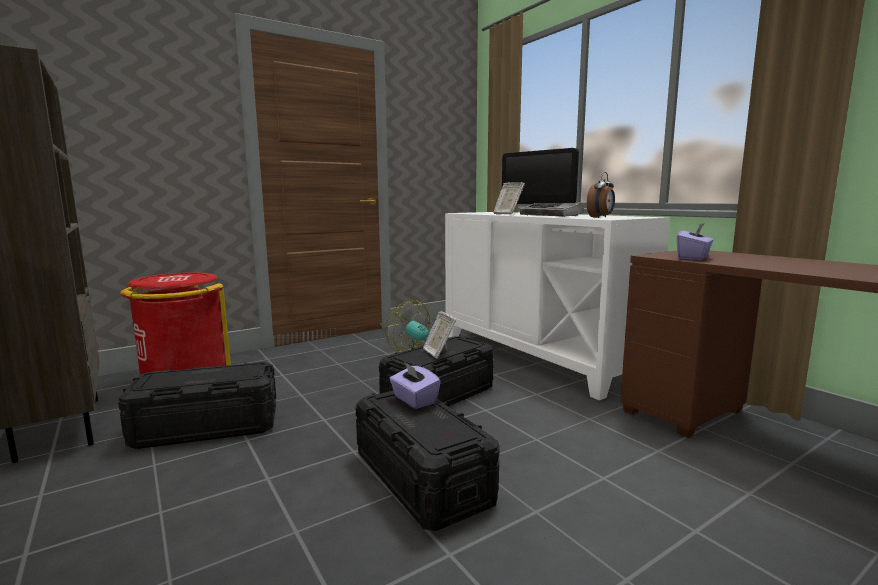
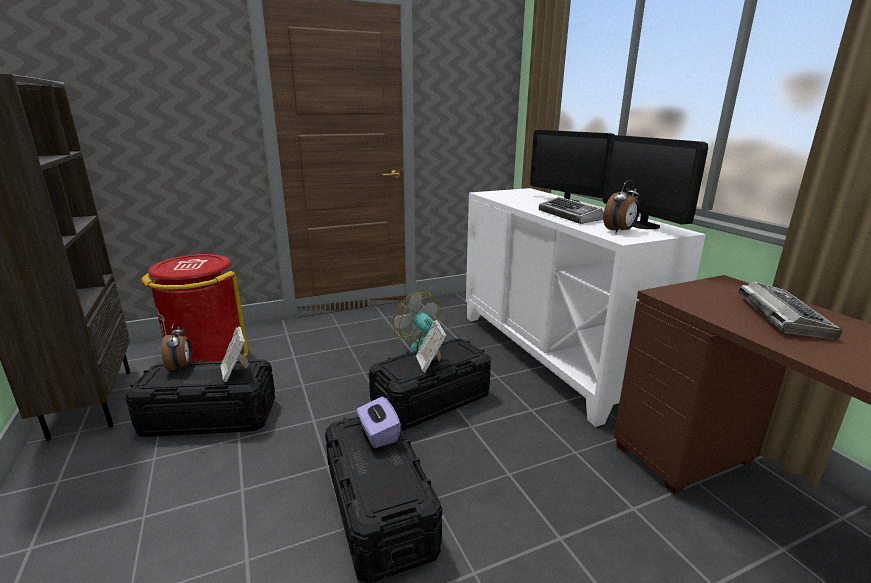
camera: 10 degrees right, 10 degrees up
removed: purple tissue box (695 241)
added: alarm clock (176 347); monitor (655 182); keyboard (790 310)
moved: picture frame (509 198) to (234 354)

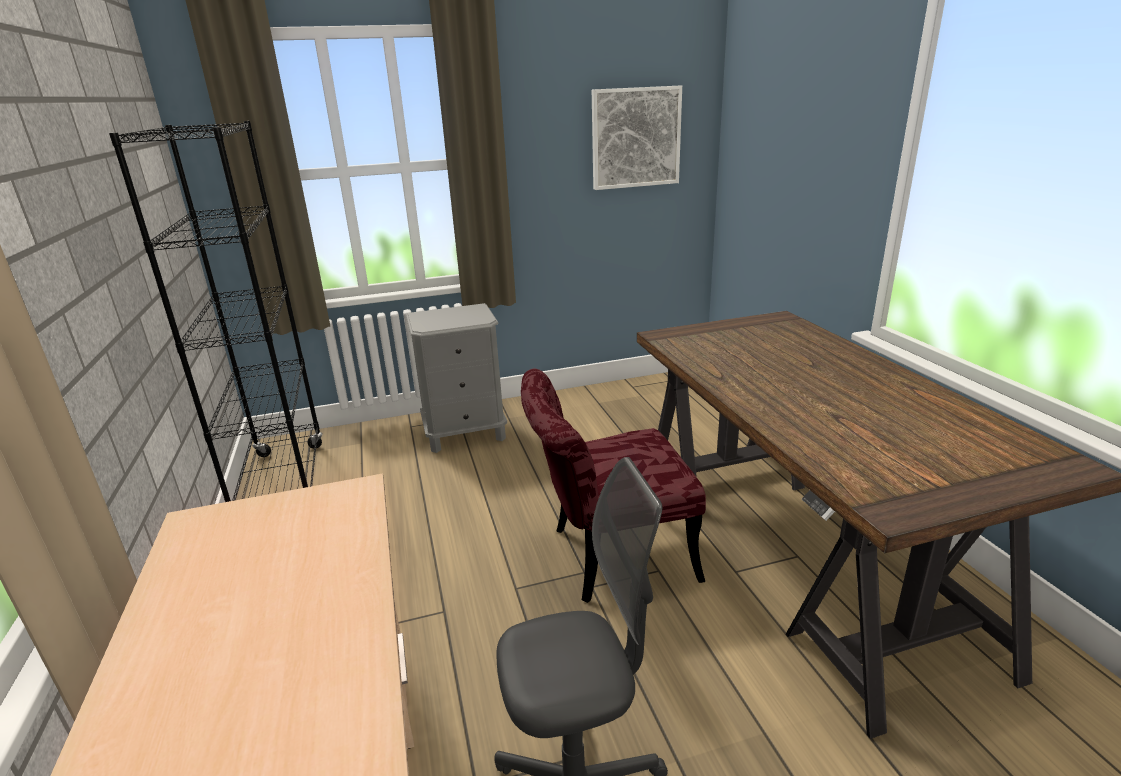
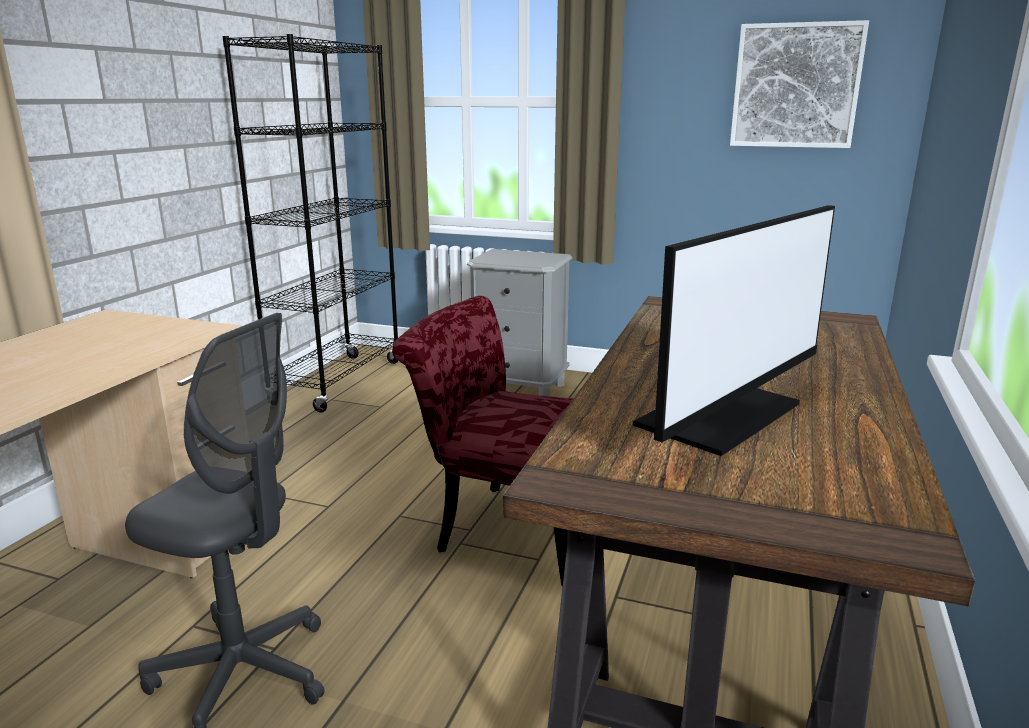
camera: 35 degrees right, 5 degrees down
added: monitor (734 330)

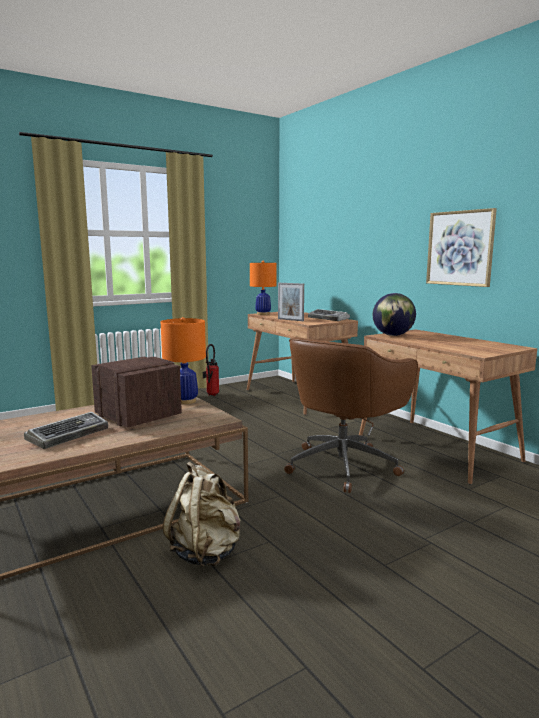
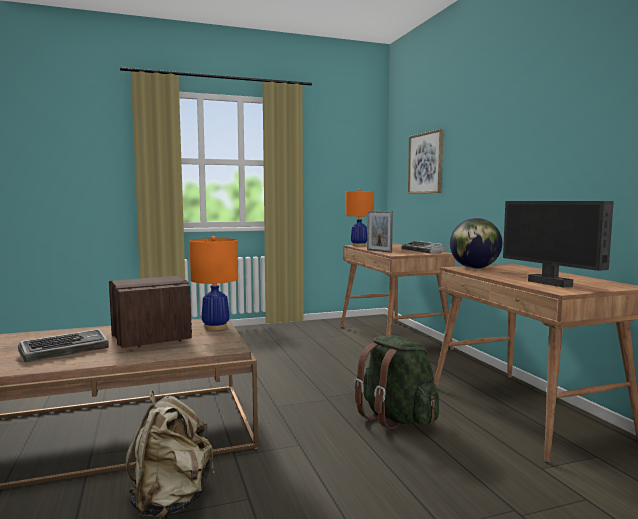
camera: 15 degrees right, 5 degrees down
removed: fire extinguisher (211 370)
added: monitor (558 244)
moved: picture (461 247) to (425 161)
replaced: brown office chair (351 415) to green backpack (396 382)

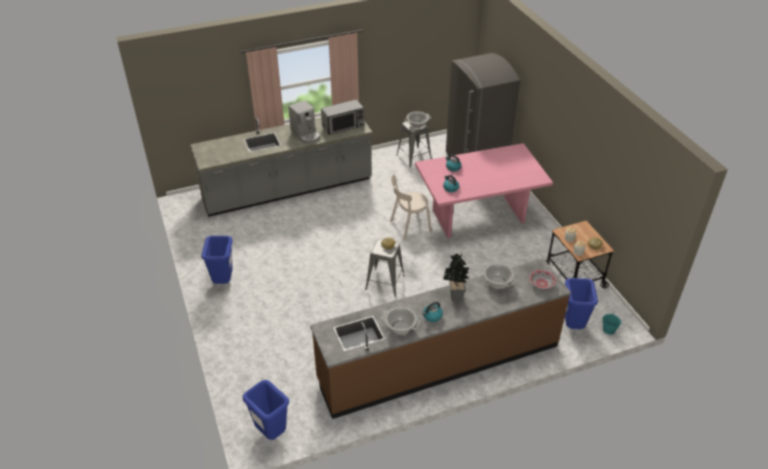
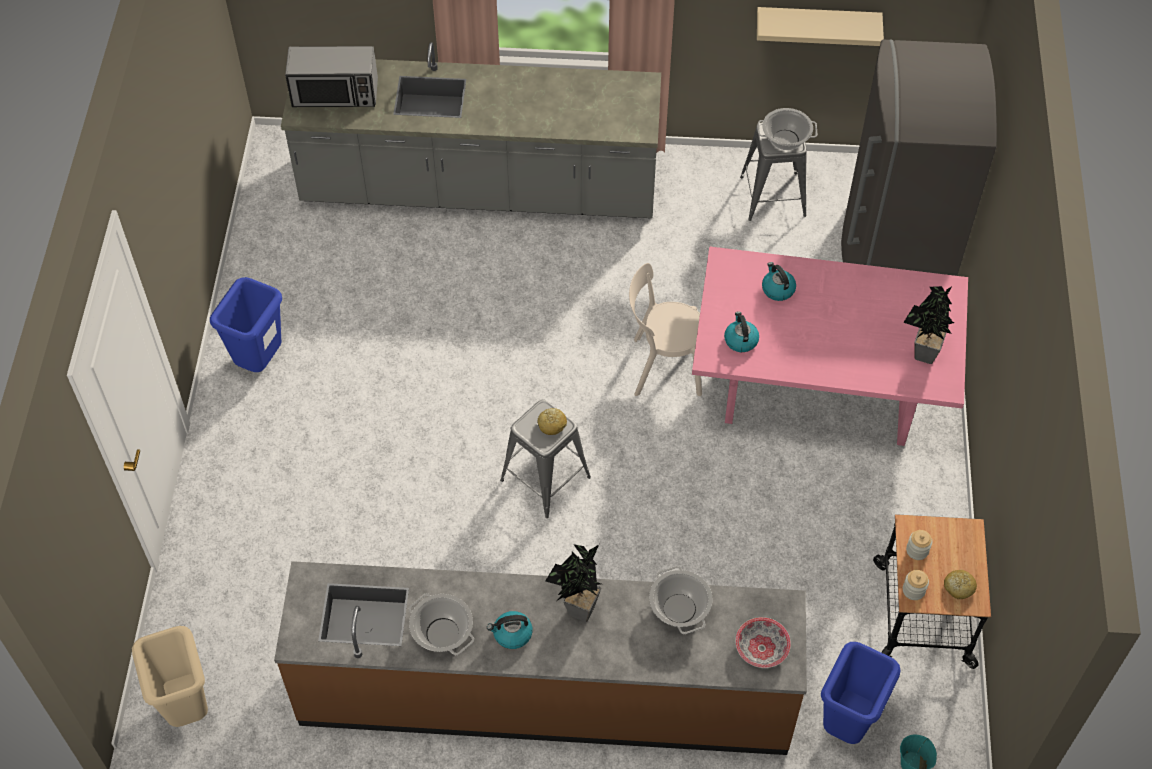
camera: 25 degrees right, 15 degrees up
removed: coffee machine (304 121)
added: beige shelf (820 26); potted plant (929 325)
moved: microwave (342 117) to (331 76)
recoloured: blue trash can (266 410) to beige trash can (170 676)

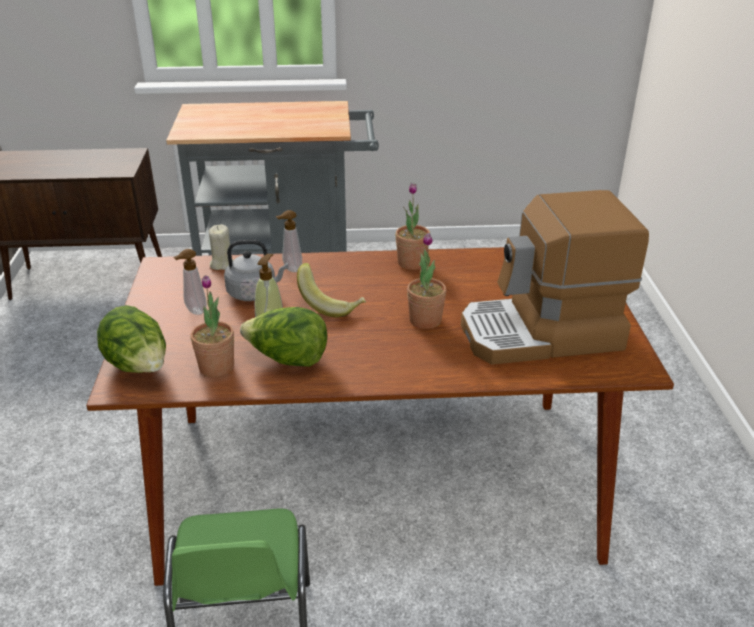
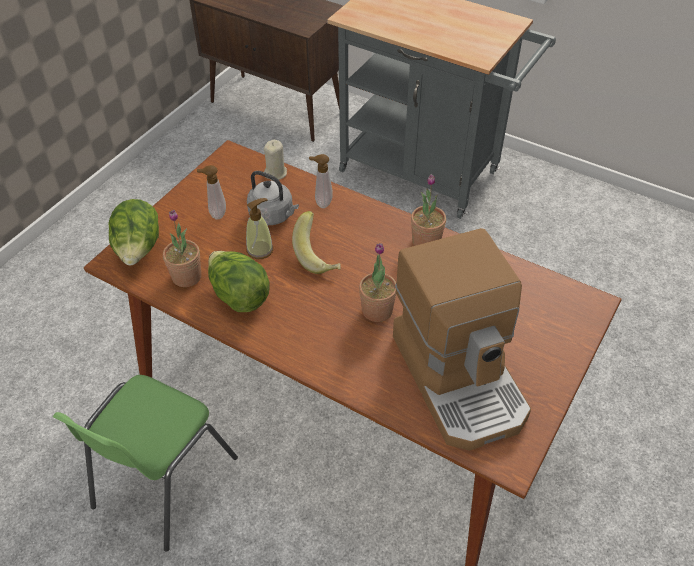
camera: 35 degrees right, 15 degrees up
turned: coffee machine (555 277) = (462 339) 135 degrees counterclockwise

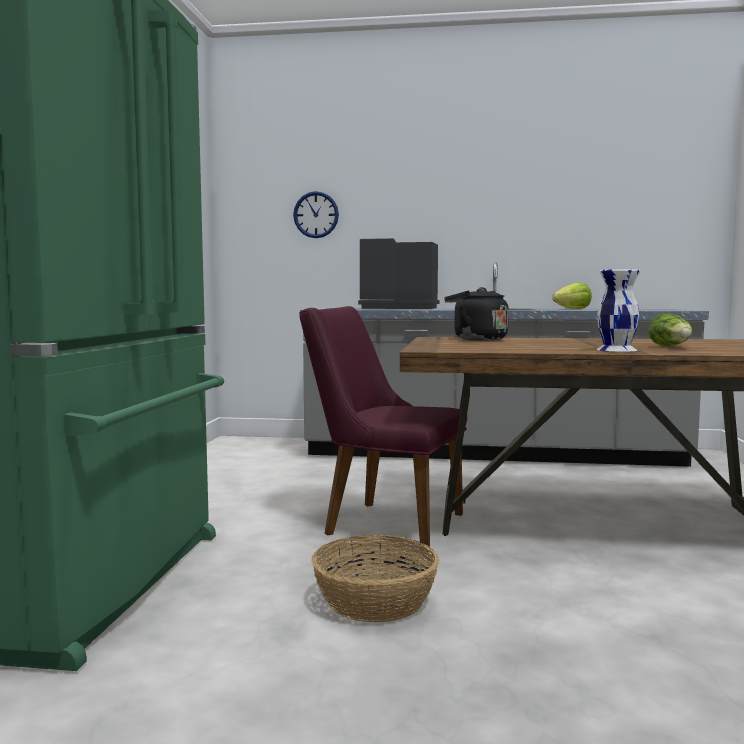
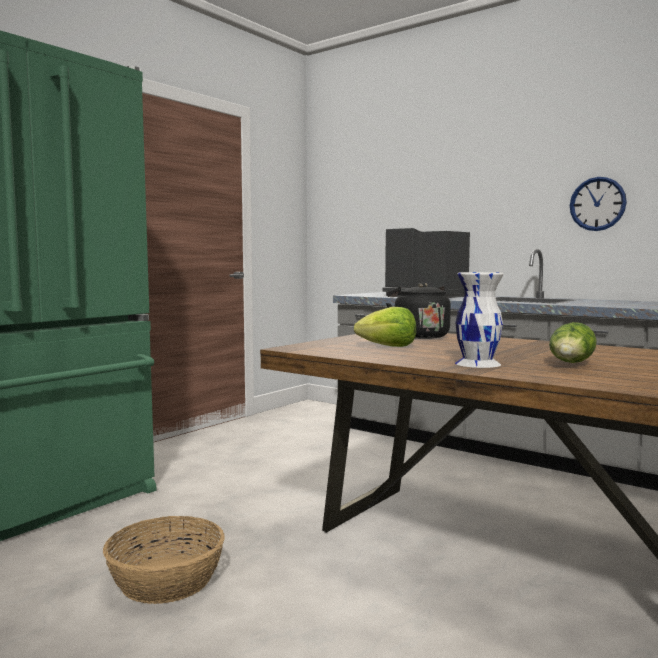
camera: 30 degrees right, 0 degrees up
removed: purple chair (383 429)
moved: lettuce (572 296) to (385 327); wall clock (316 214) to (598 204)

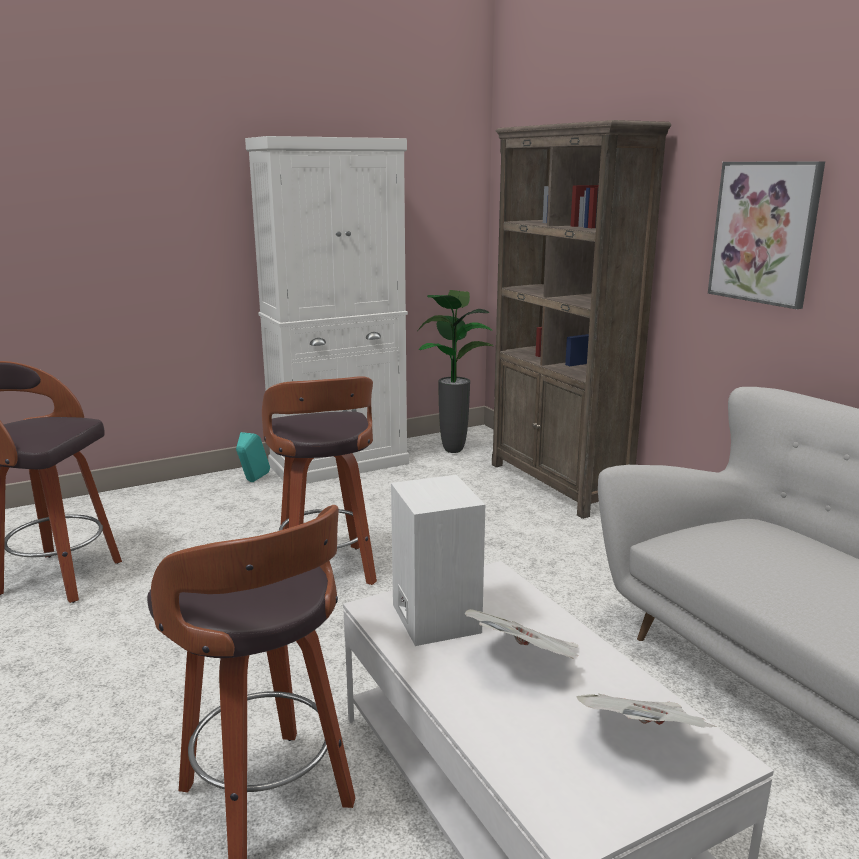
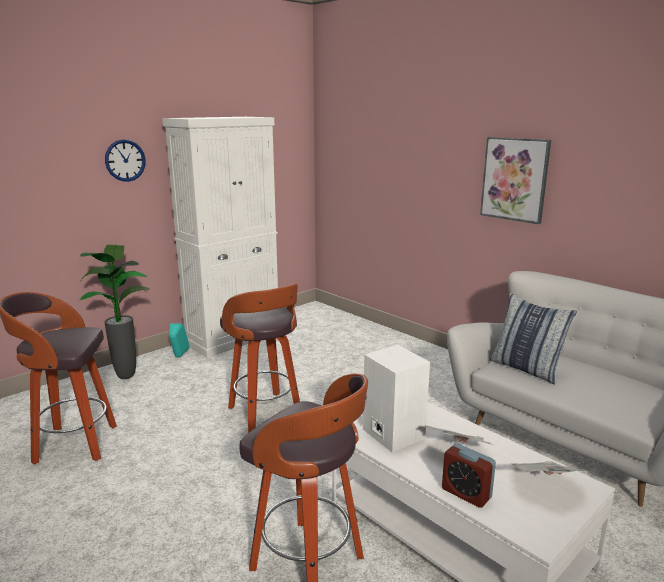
camera: 15 degrees left, 0 degrees up
removed: brown bookcase (581 319)
added: wall clock (125 161); alarm clock (469 475); pillow (533 339)
moved: potted plant (456 371) to (114 311)

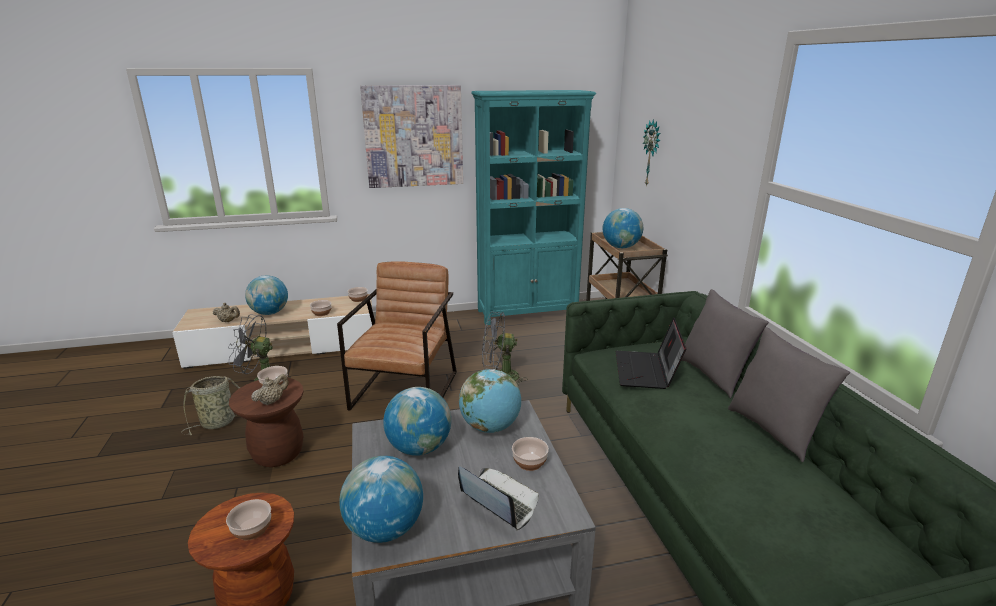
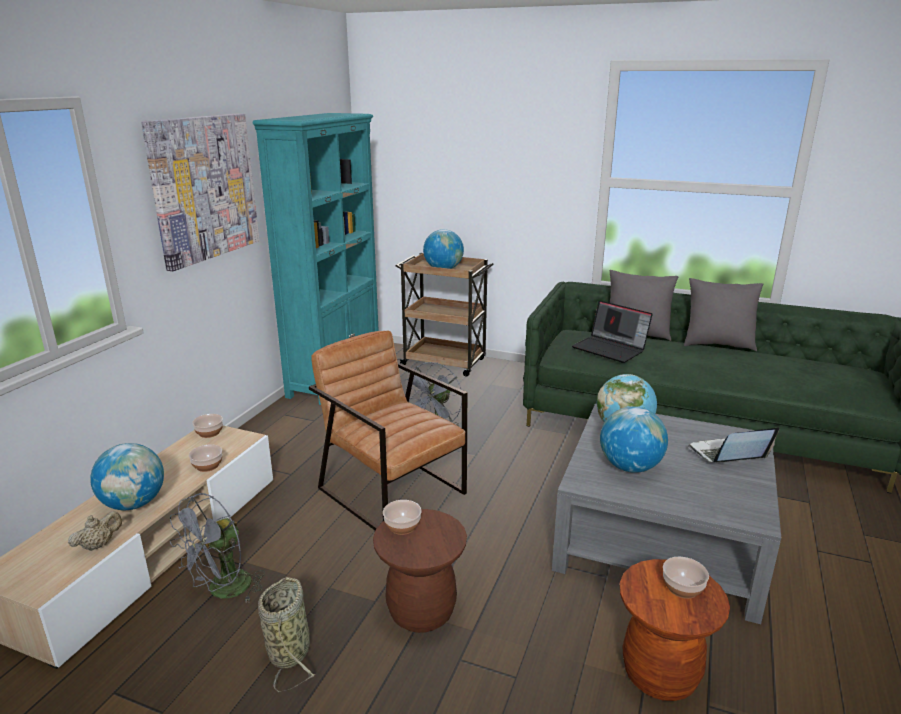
camera: 55 degrees left, 0 degrees up
removed: beige teapot (270 389); globe (381 499); bowl (530 454); wall clock (651 153)

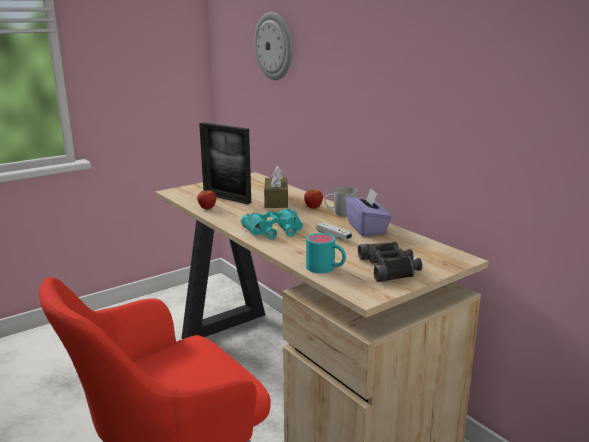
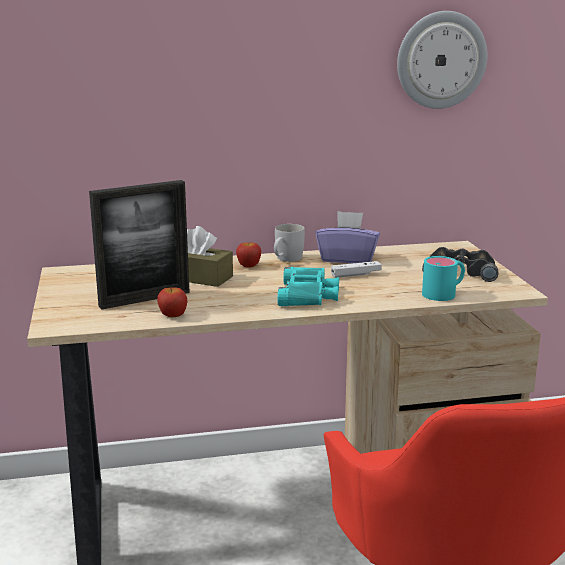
camera: 65 degrees left, 0 degrees up
moved: wall clock (273 46) to (442 60)

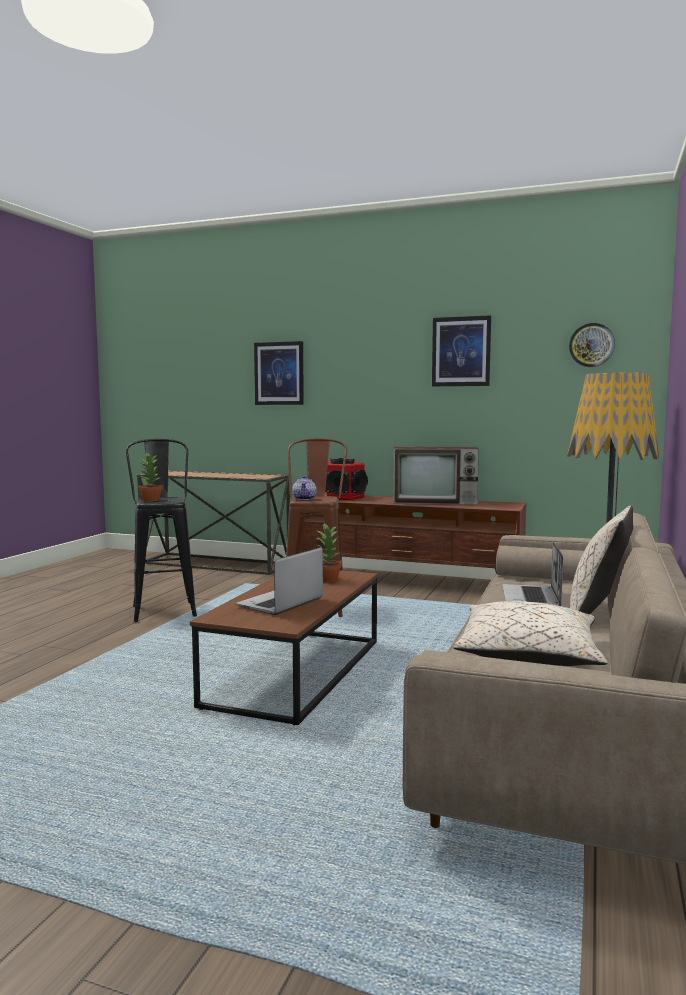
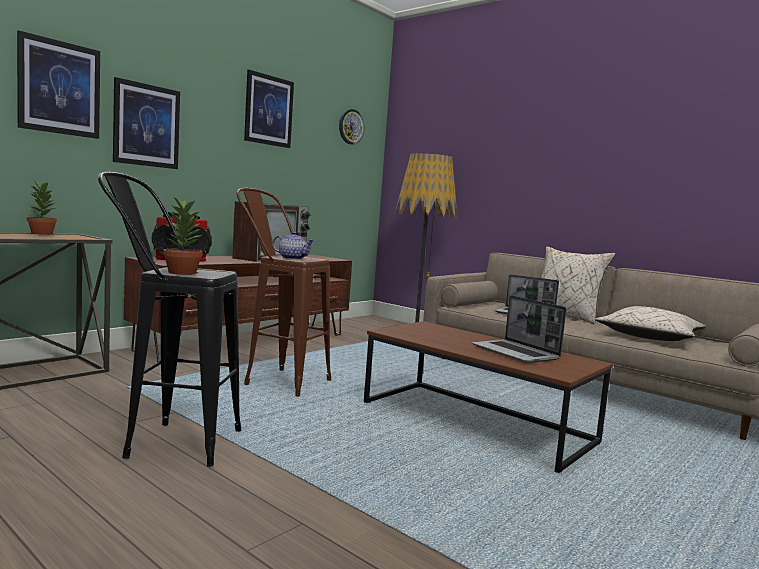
camera: 70 degrees left, 0 degrees up
added: picture (146 123)
moved: potted plant (329 552) to (43 207)

